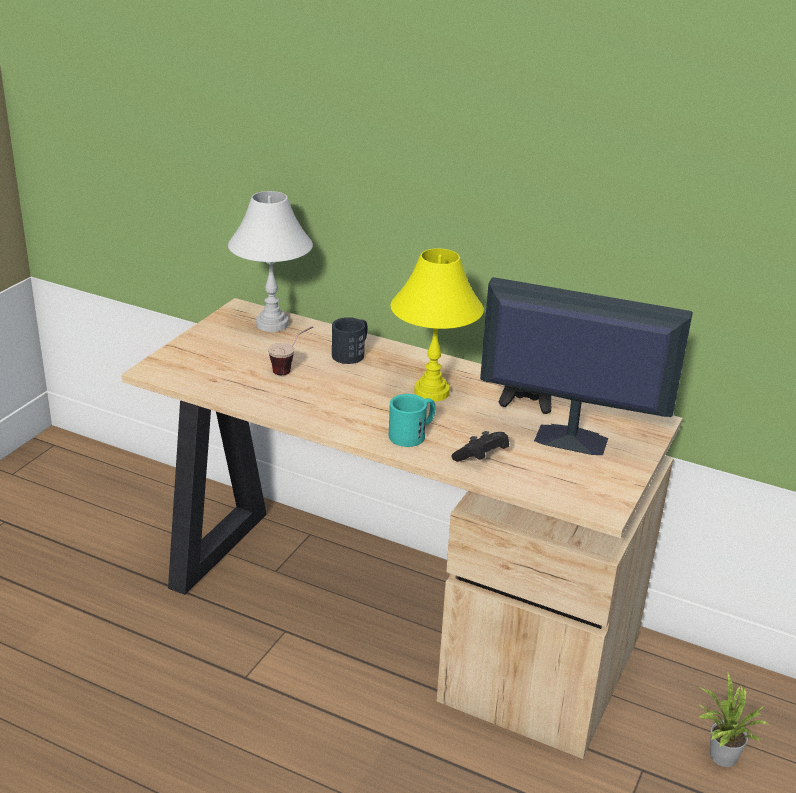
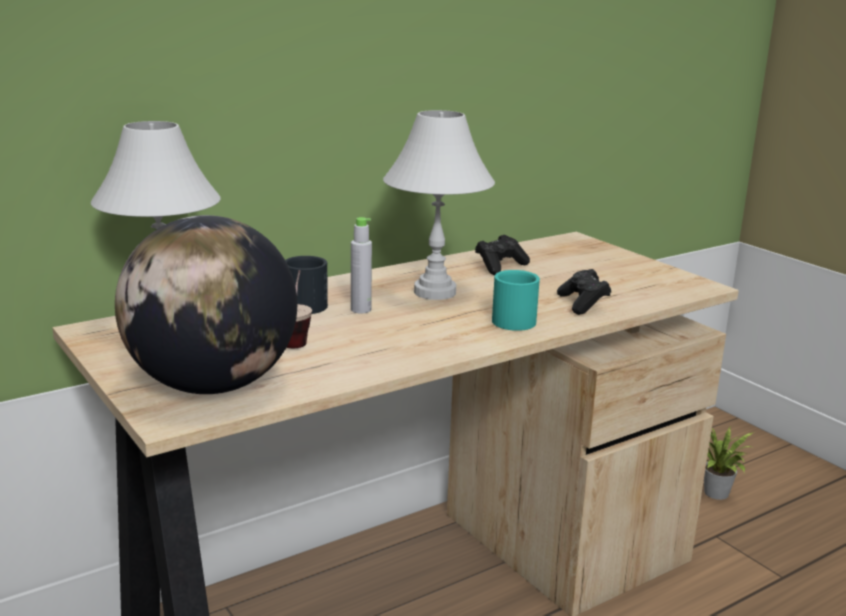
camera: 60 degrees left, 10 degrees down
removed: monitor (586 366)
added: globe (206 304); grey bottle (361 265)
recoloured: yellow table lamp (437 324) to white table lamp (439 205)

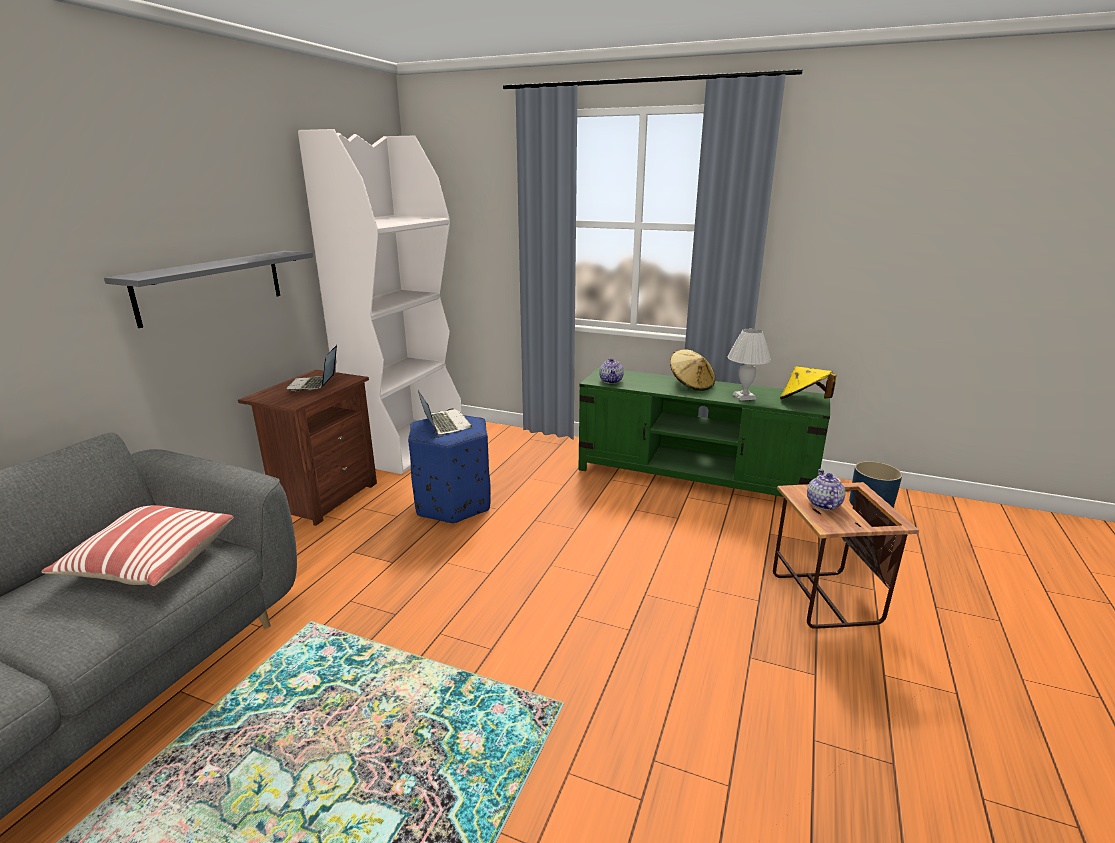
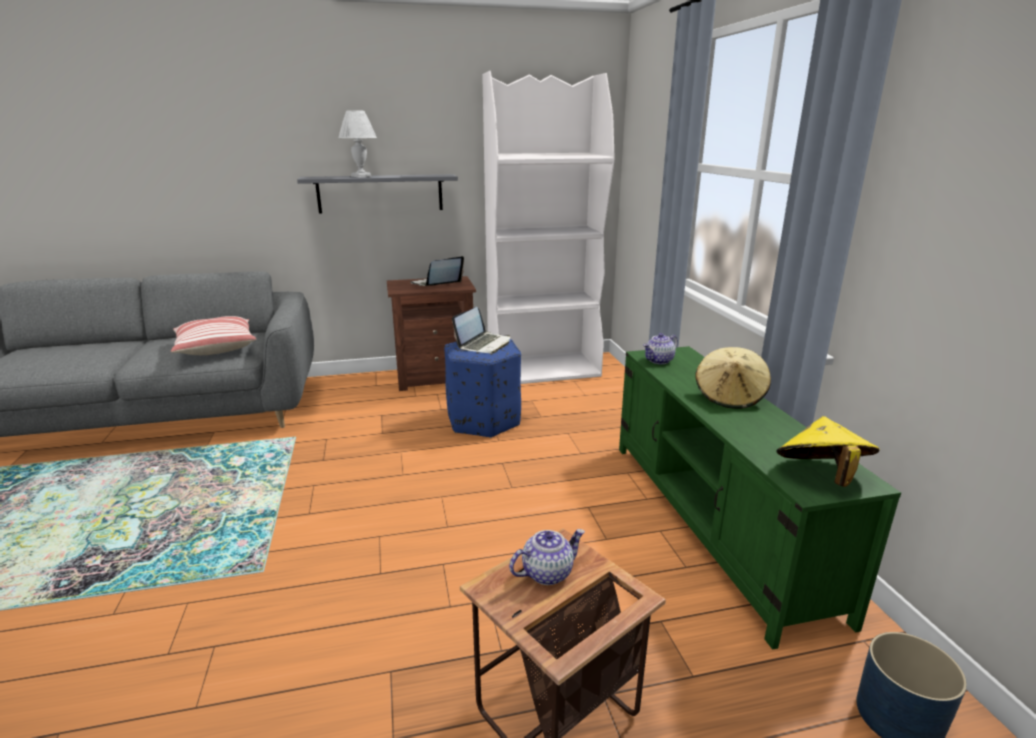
camera: 55 degrees right, 0 degrees up
moved: white table lamp (749 365) to (357 143)

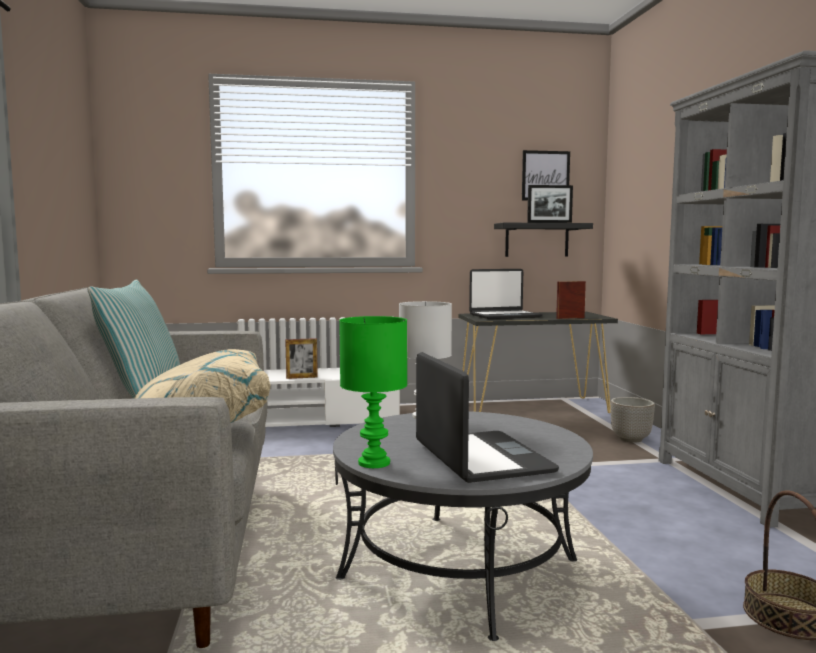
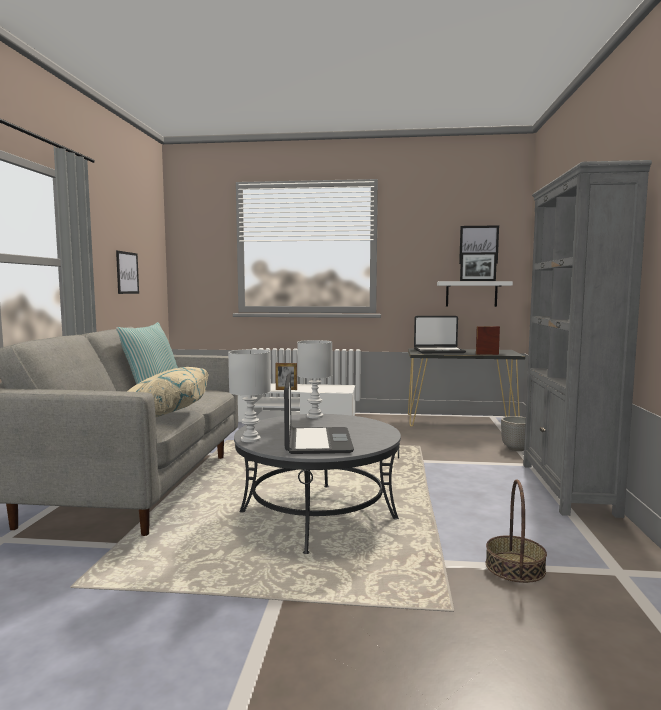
camera: 15 degrees right, 0 degrees up
added: picture (127 272)
recoloured: green table lamp (373 392) to white table lamp (249 395); black shelf (543 240) to white shelf (475 294)

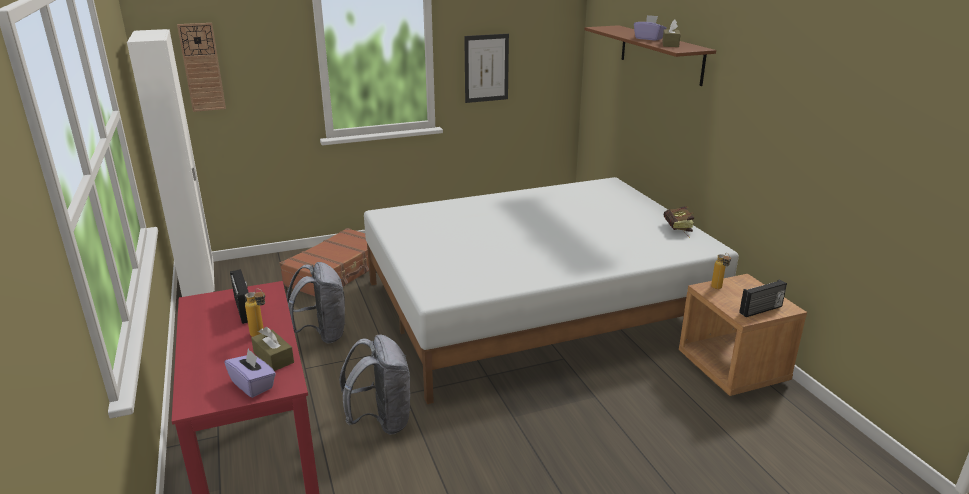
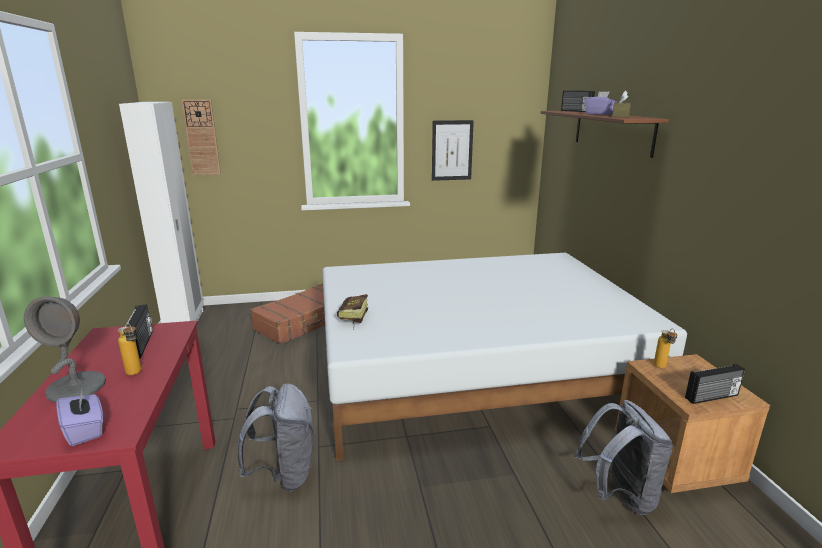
camera: 10 degrees right, 5 degrees down
removed: brown tissue box (272 349)
added: grey table lamp (65 349); radio (578 101)
moved: book (679 222) to (352 312); grey backpack (316 303) to (624 457)

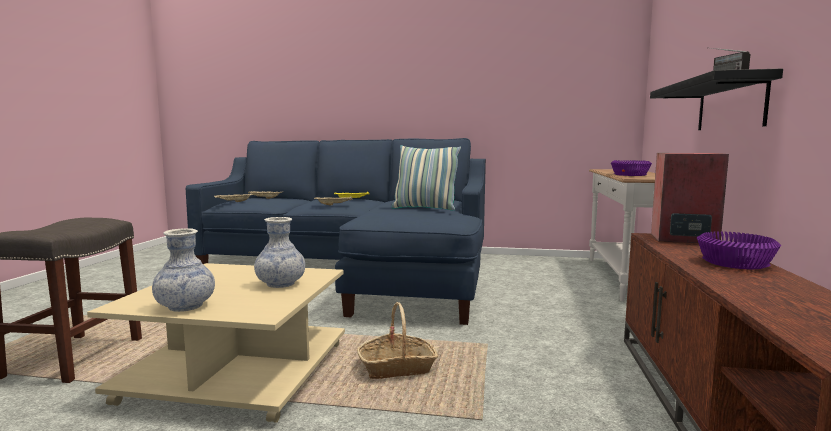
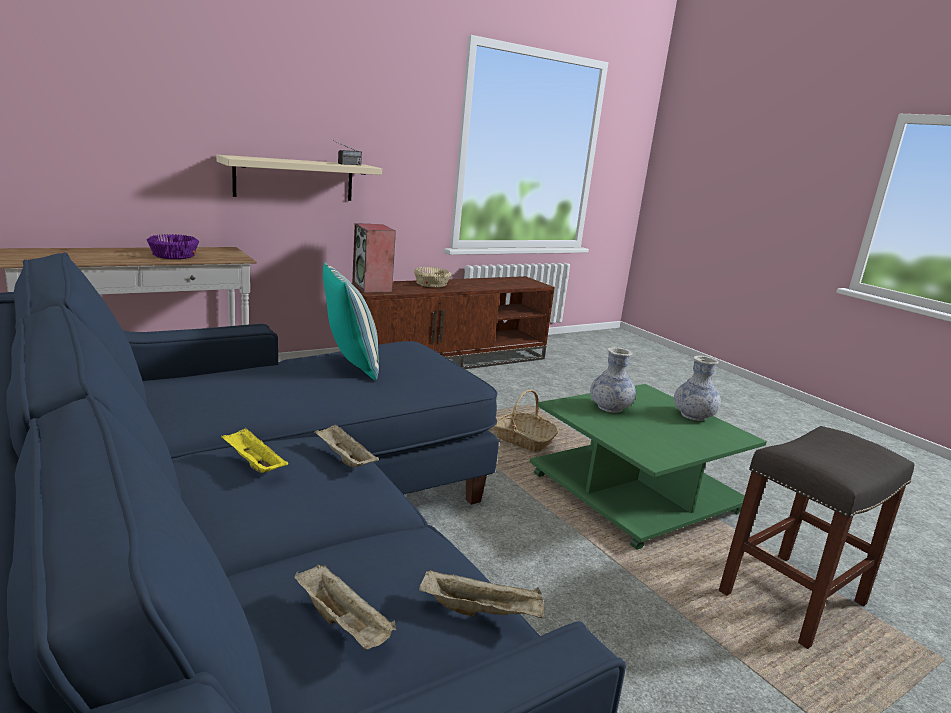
camera: 135 degrees left, 10 degrees up
recoloured: black shelf (716 99) to beige shelf (299 178); purple bowl (739 250) to beige bowl (432 277); beige coffee table (216 343) to green coffee table (648 467)

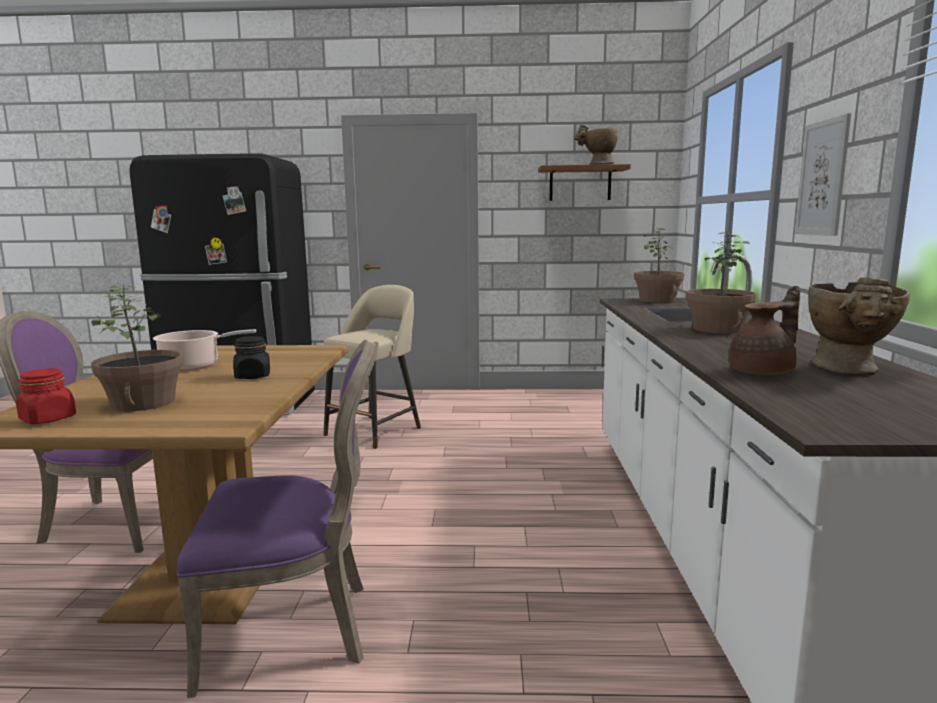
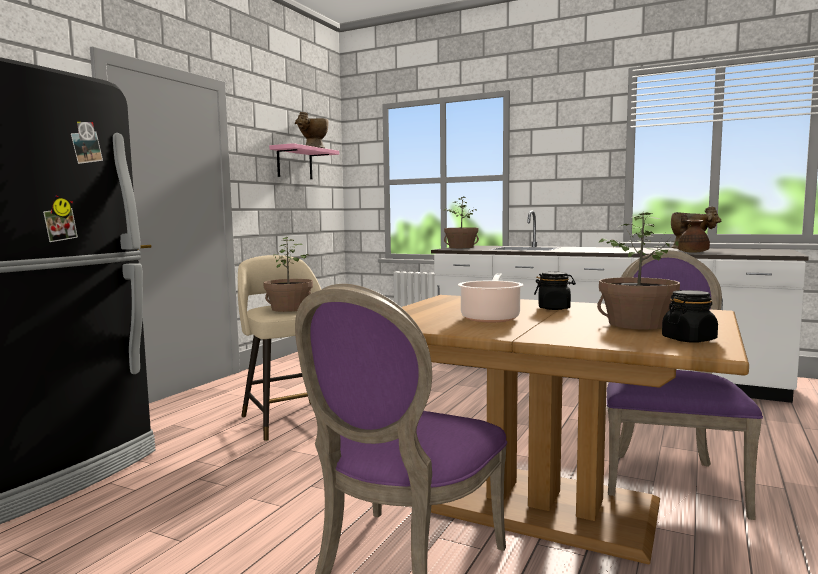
camera: 65 degrees left, 5 degrees down
removed: picture (823 174)
moved: potted plant (721 282) to (288 274)
recoloured: brown shelf (584 182) to pink shelf (304 161); red jar (46 396) to black jar (690 316)

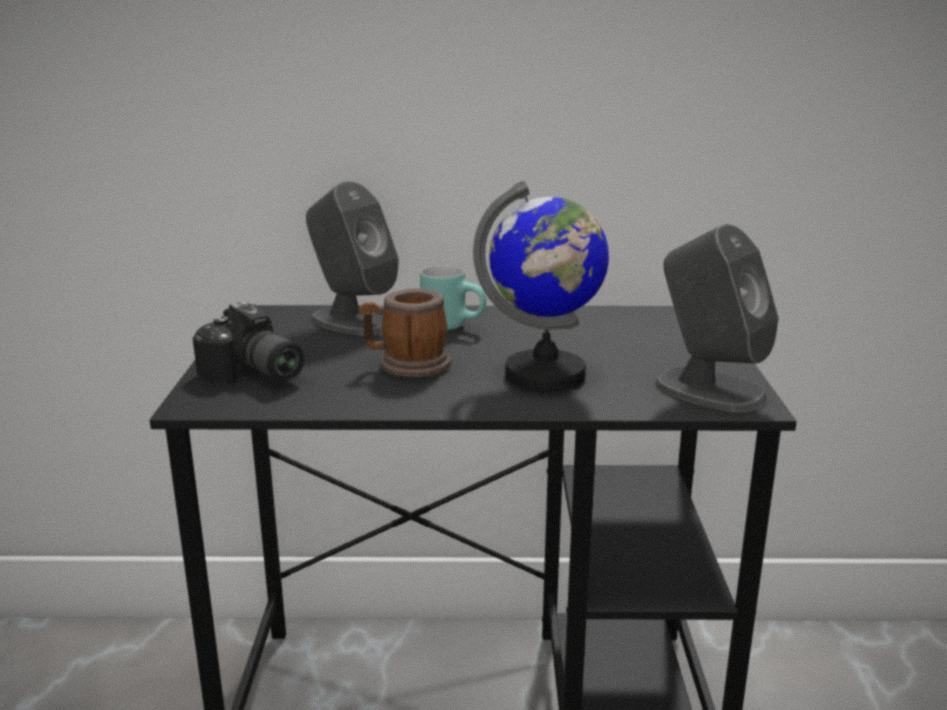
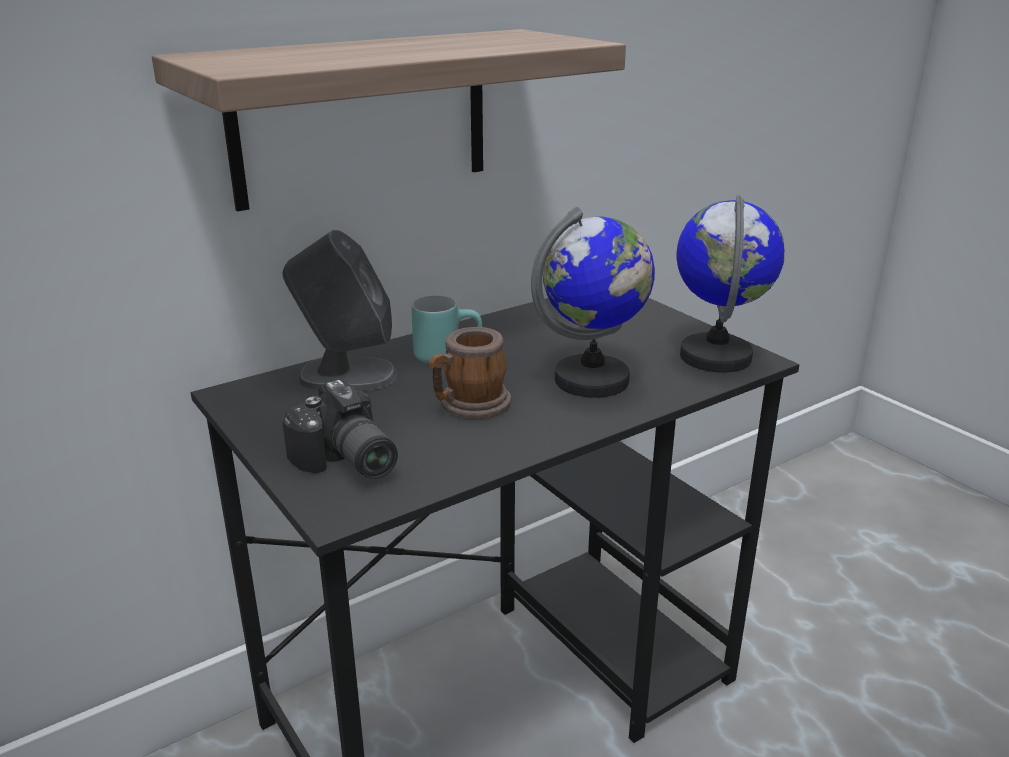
camera: 35 degrees left, 5 degrees up
added: shelf (389 120)
replaced: grey speaker (716 318) to globe (731 283)
turned: photo camera (248 343) = (340 429) 45 degrees clockwise

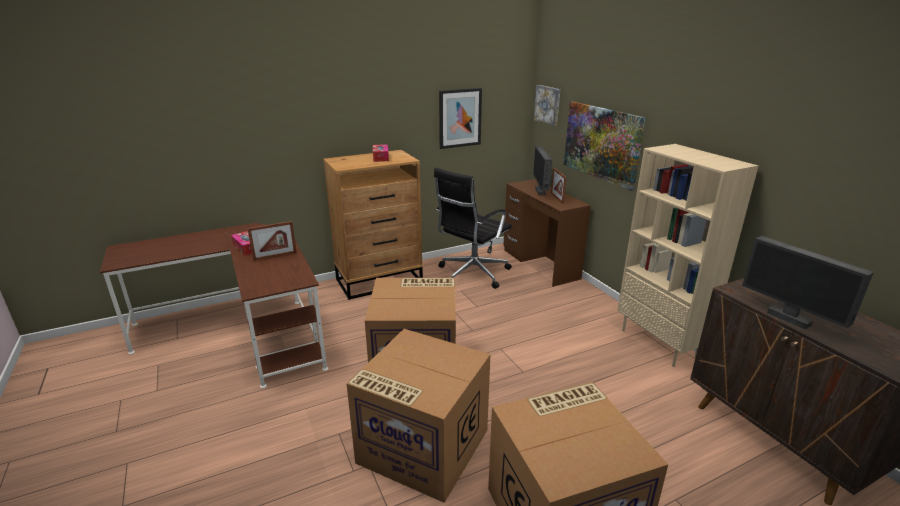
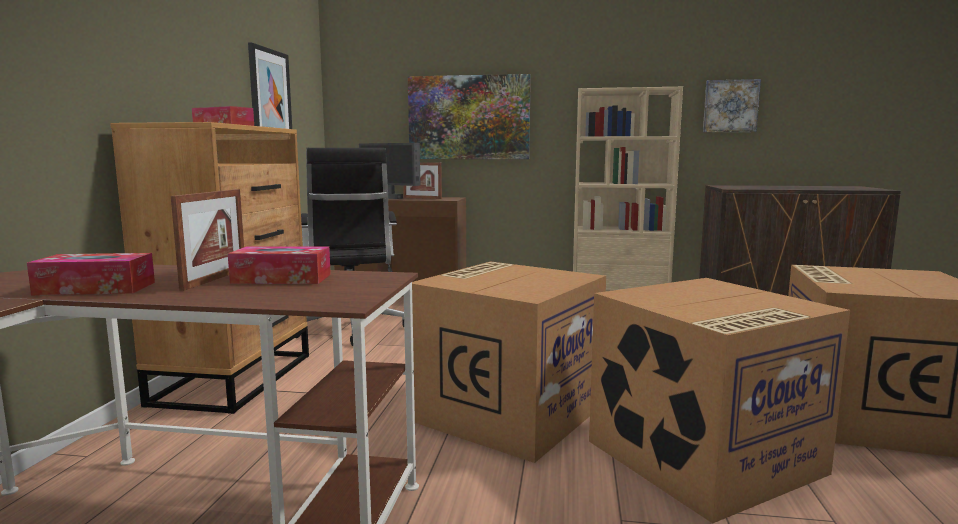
camera: 55 degrees left, 15 degrees down
removed: monitor (808 283)
added: tissue box (279 265)
moved: picture (547 105) to (732 105)

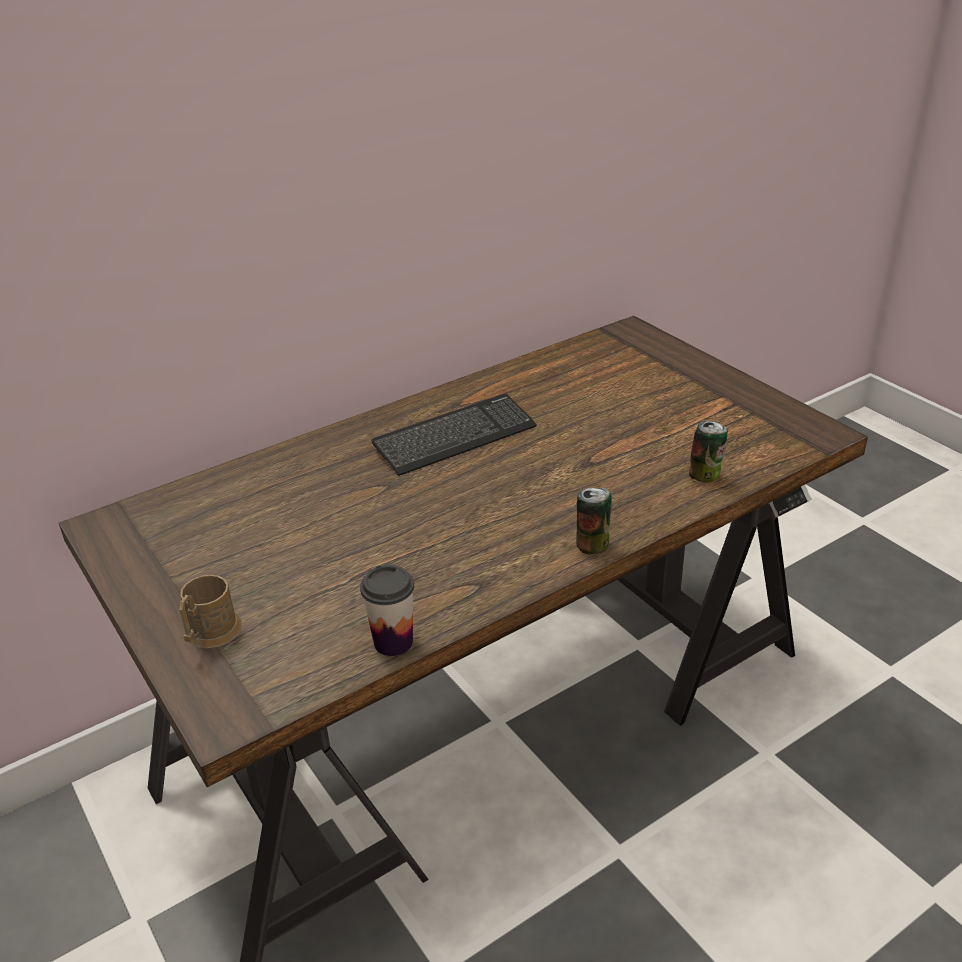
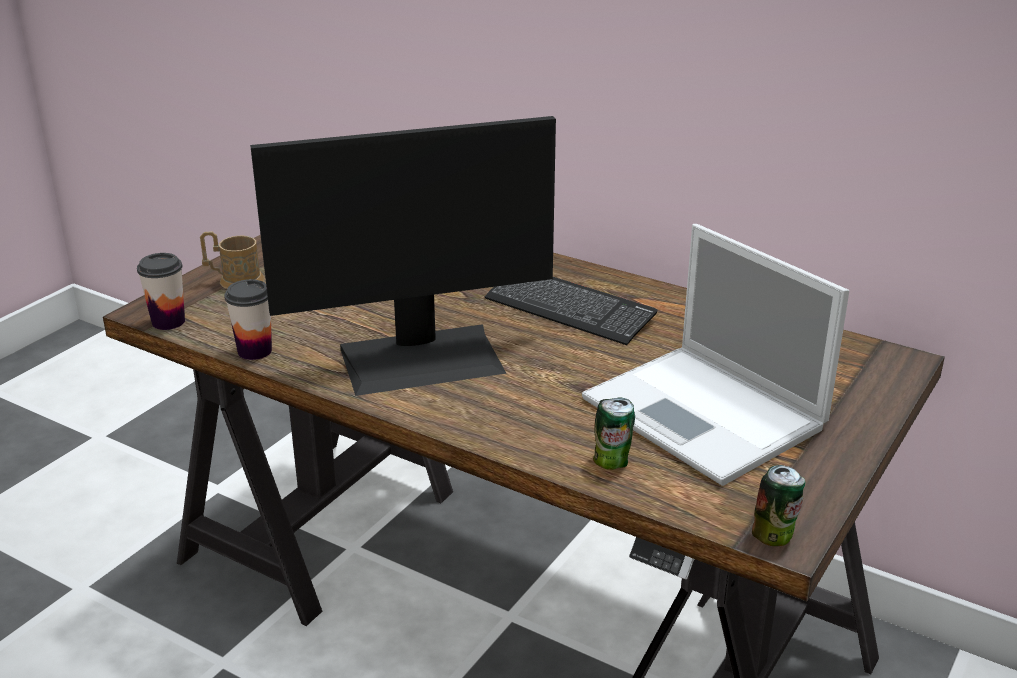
camera: 65 degrees right, 5 degrees down
added: cup (161 291); monitor (403 256); laptop (715 355)
moved: can (593 520) to (778 505)

